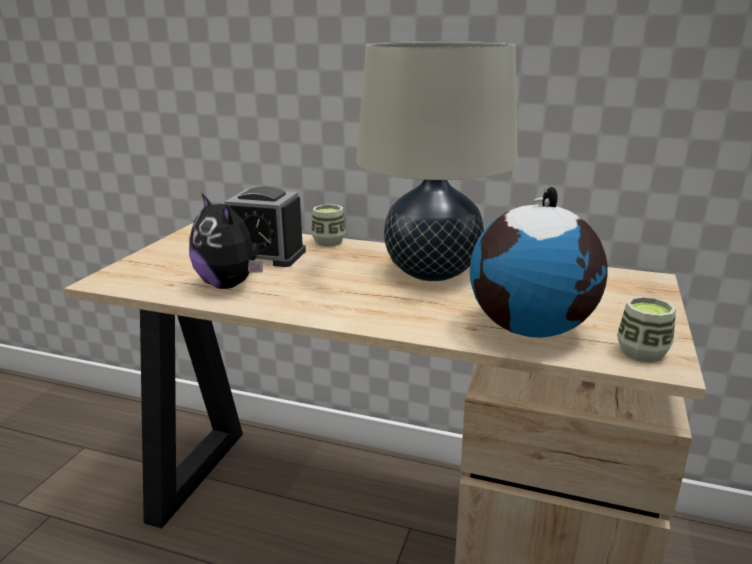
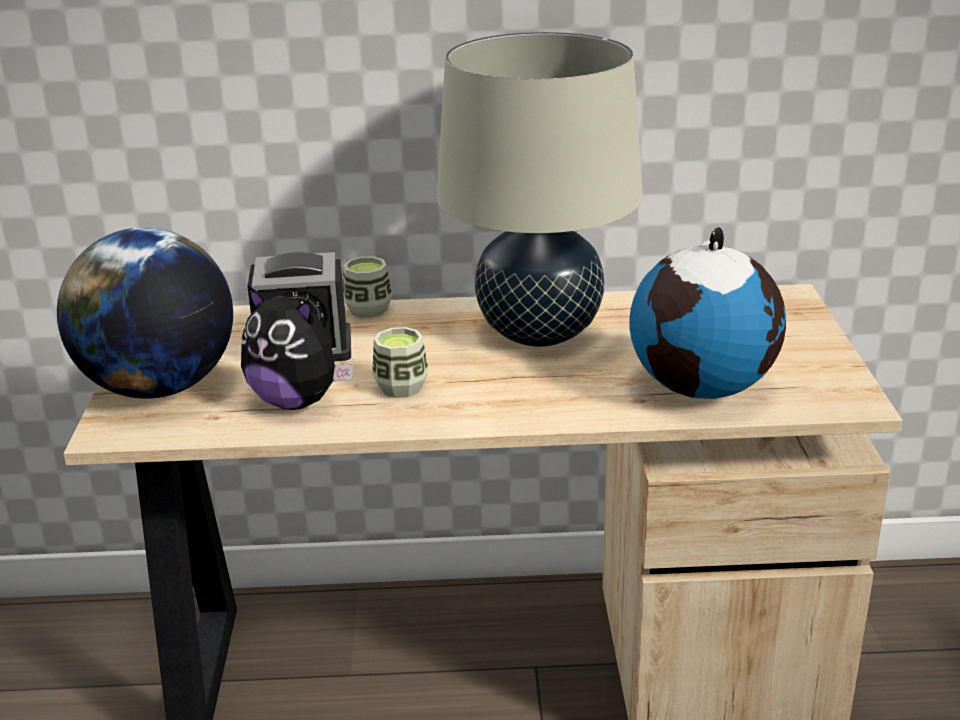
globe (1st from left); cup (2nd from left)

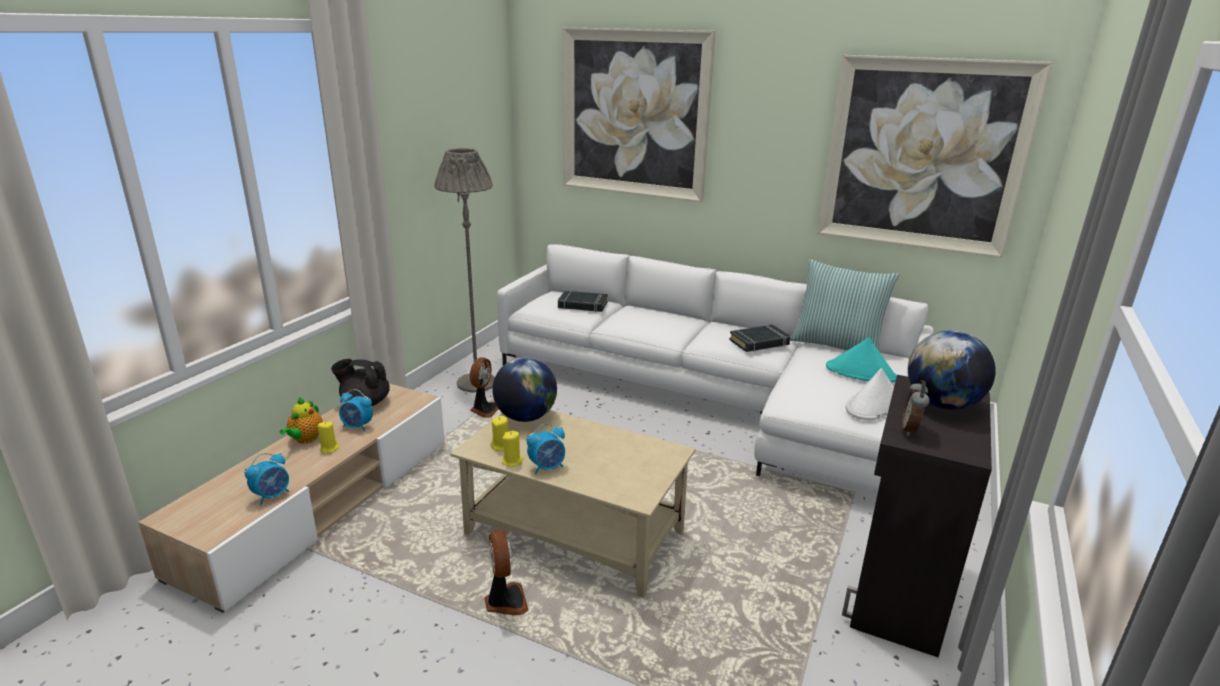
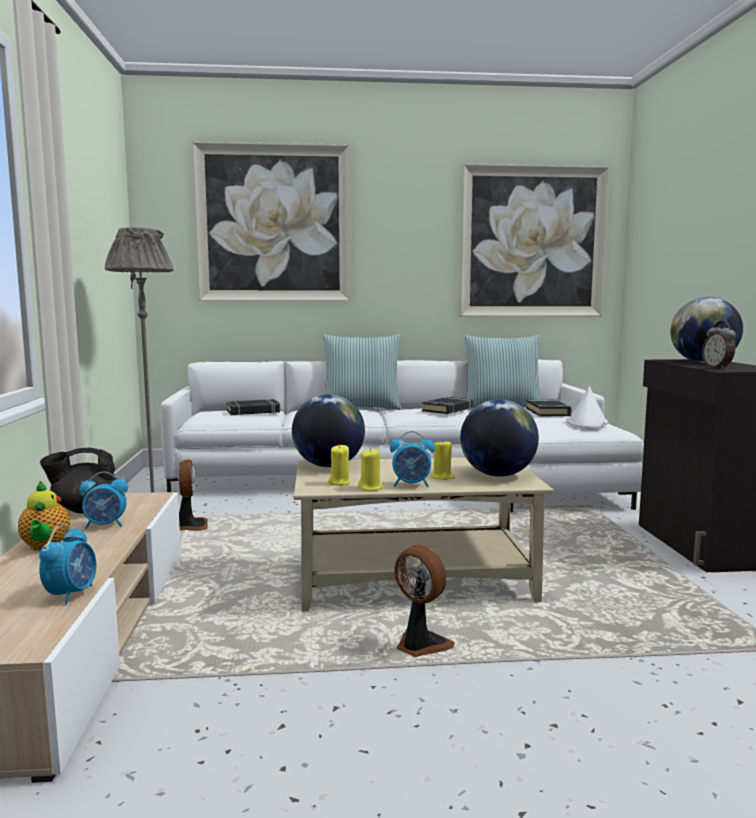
pillow (1st from left); alarm clock (3rd from left); yellow candle (3rd from left); globe (2nd from left); black book (3rd from left)

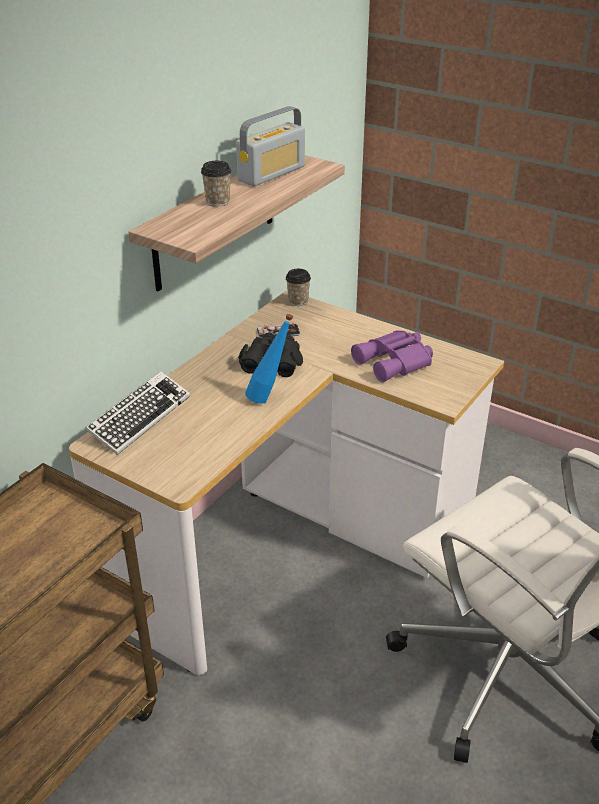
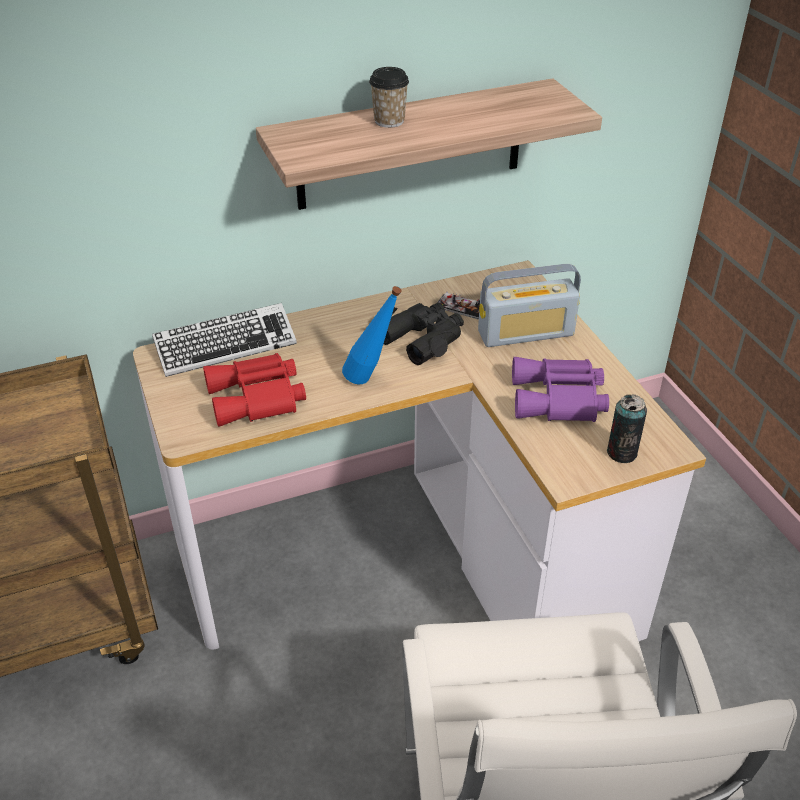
red binoculars; radio; can; cup (2nd from left in the first image)

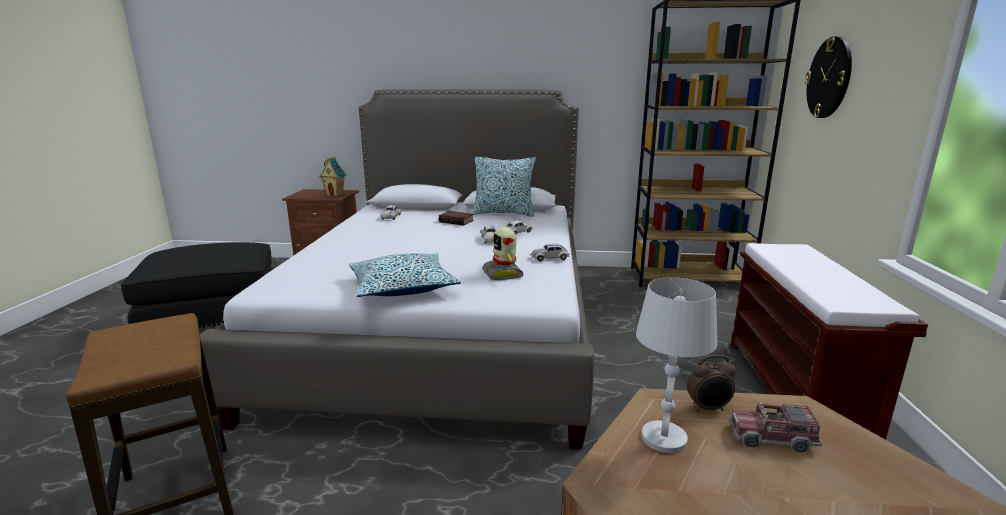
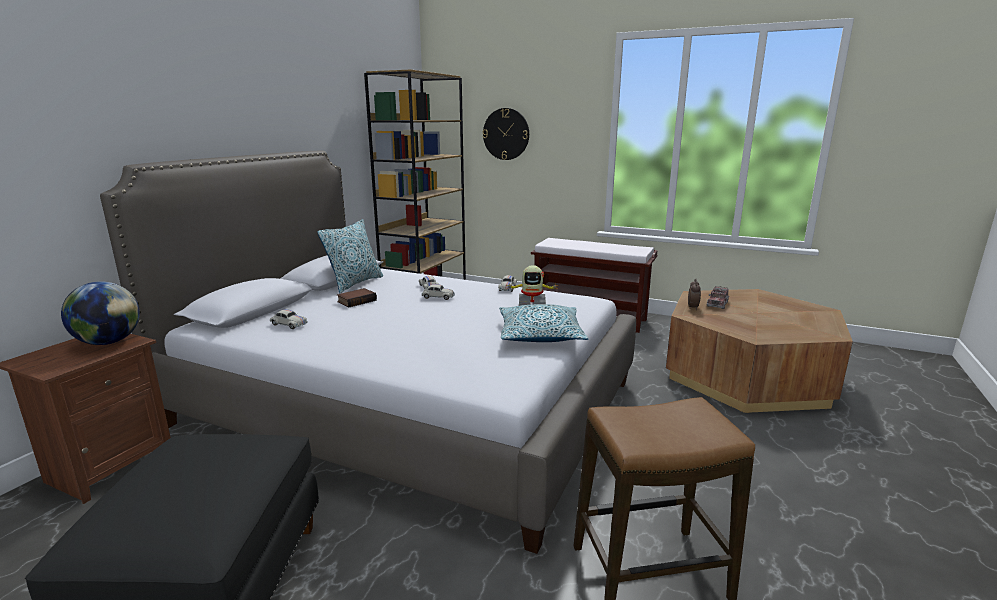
globe; white table lamp

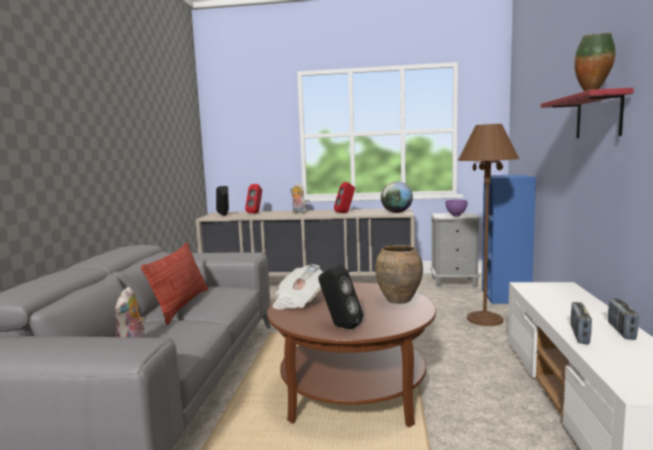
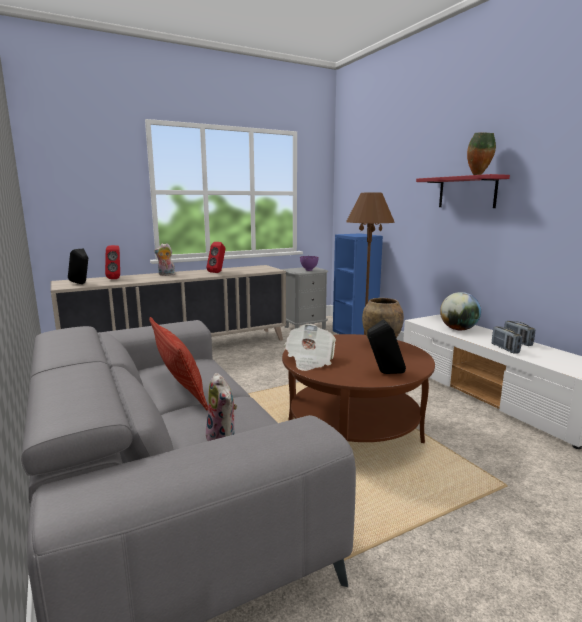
globe

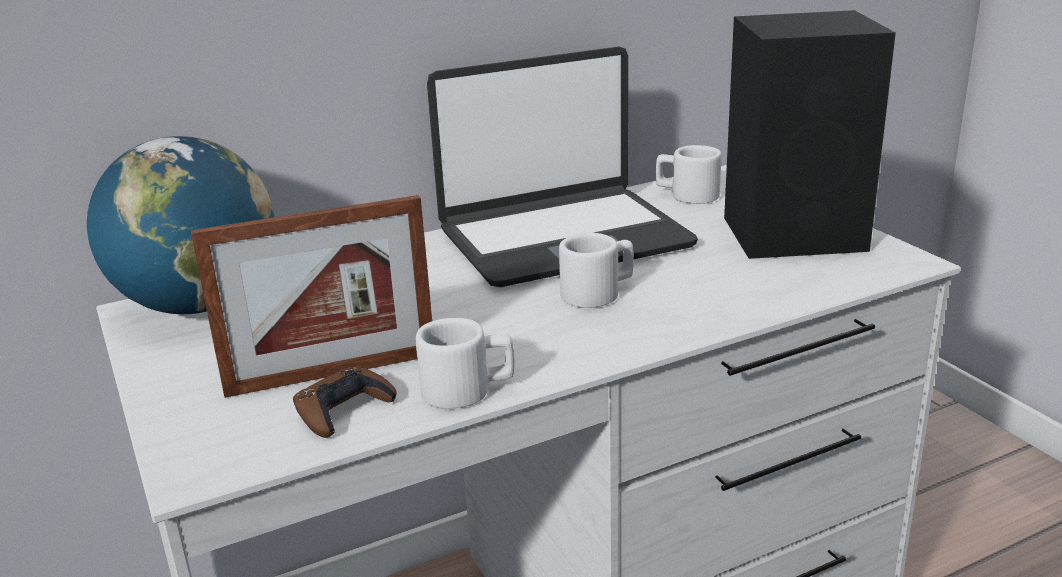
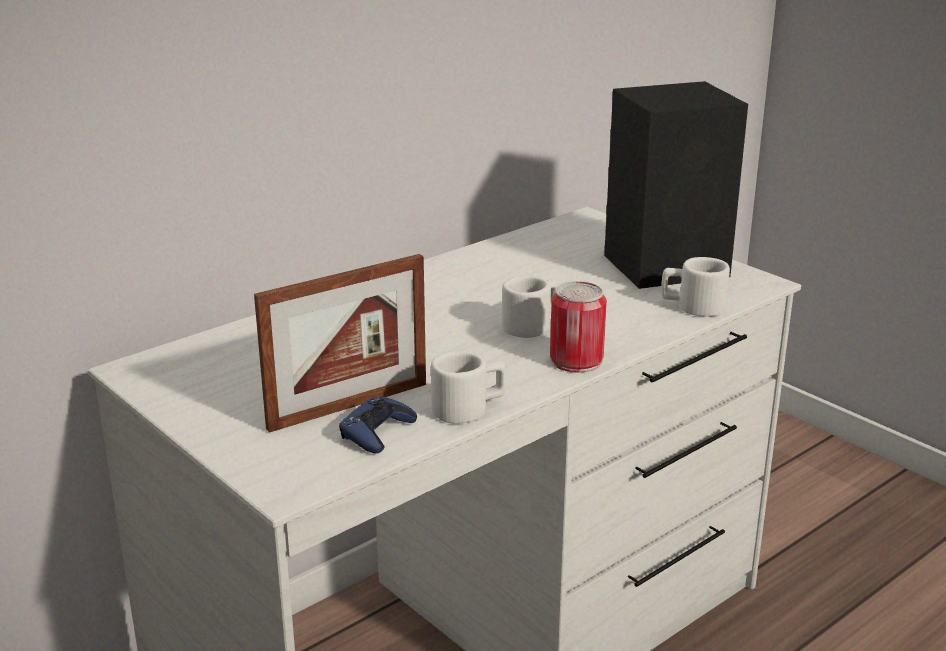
blue game controller; can; white mug (3rd from left); globe; laptop

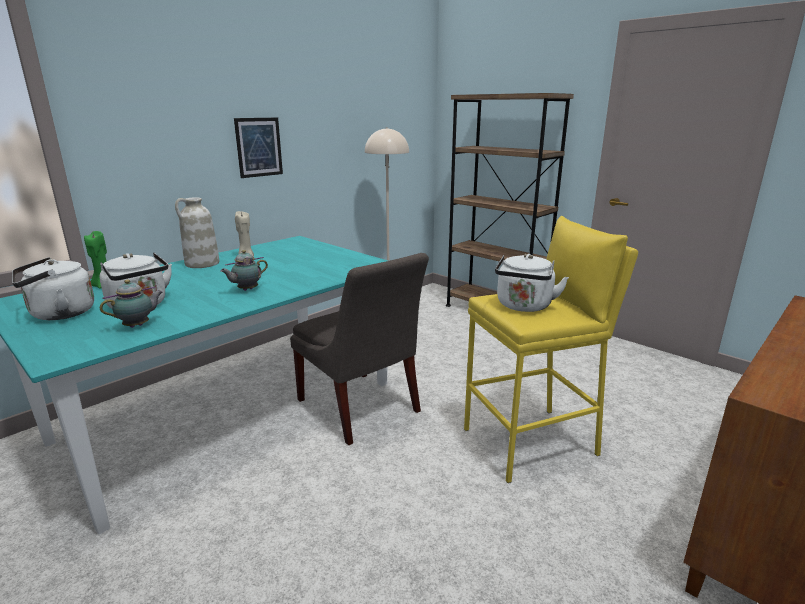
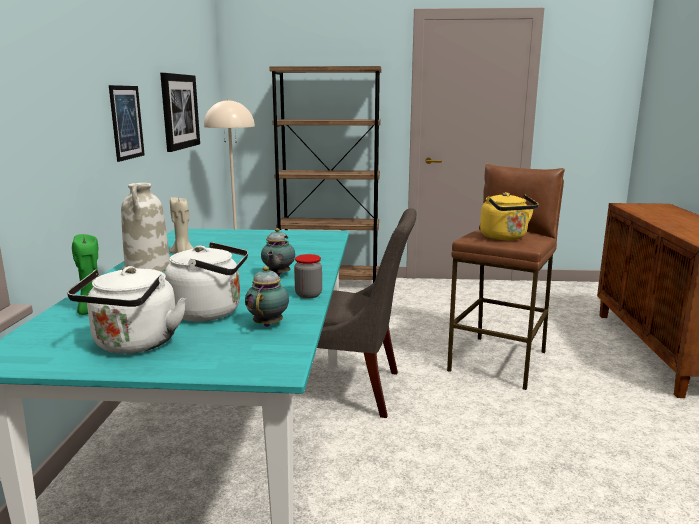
picture (2nd from left); jar; brown stool; yellow kettle

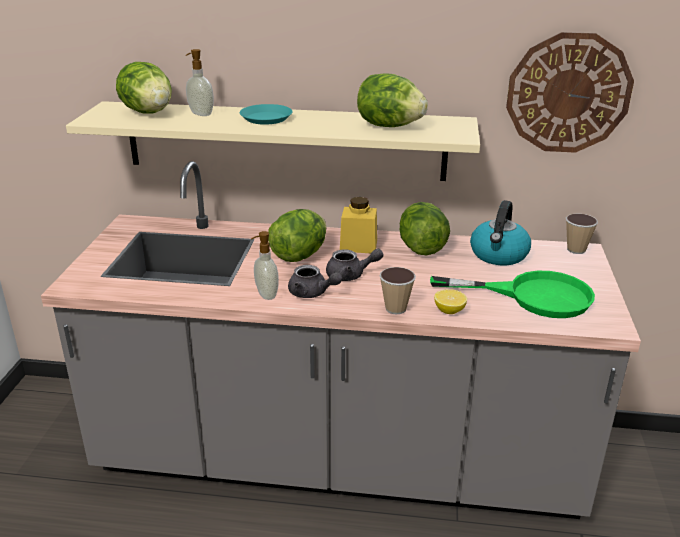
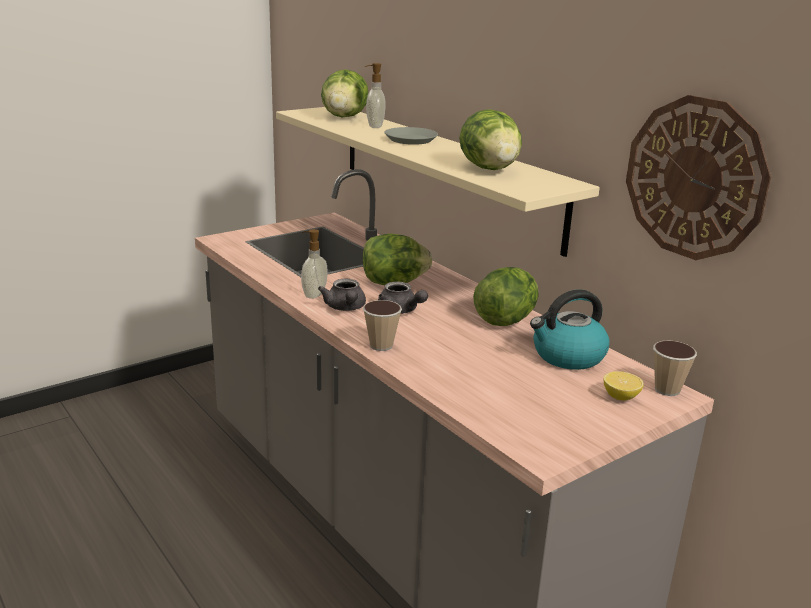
grey plate; lemon; yellow jar; green frying pan

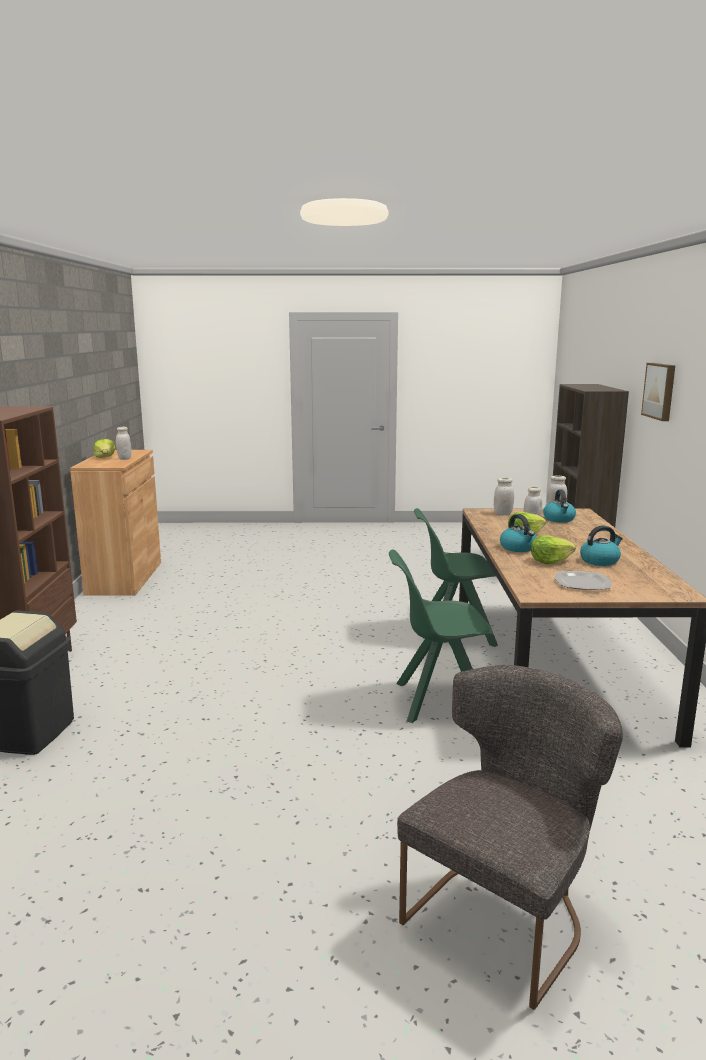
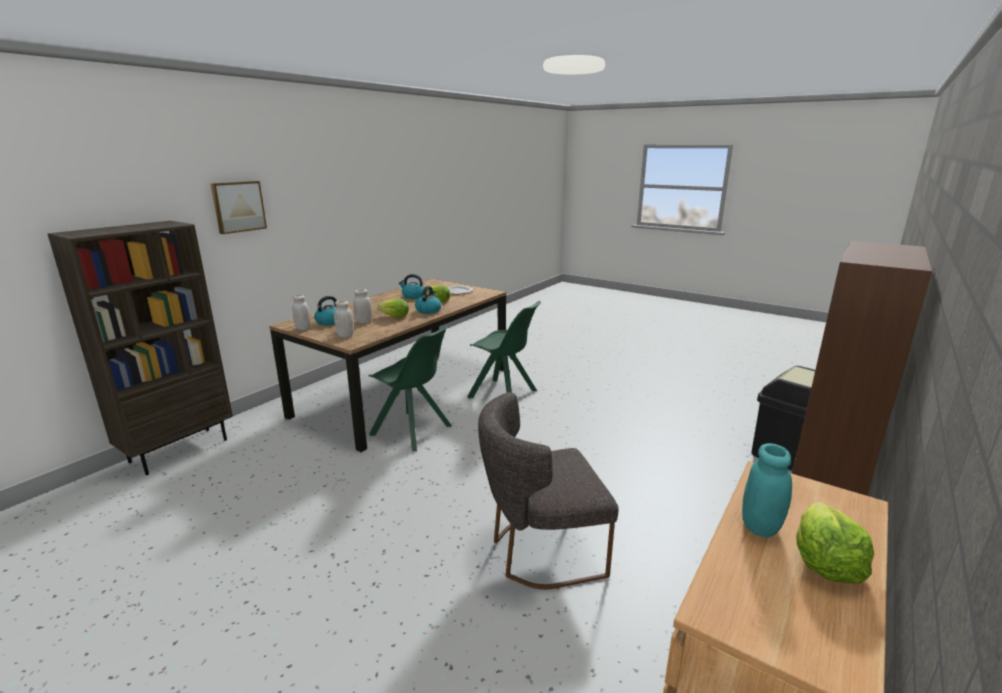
grey chair; turquoise jar

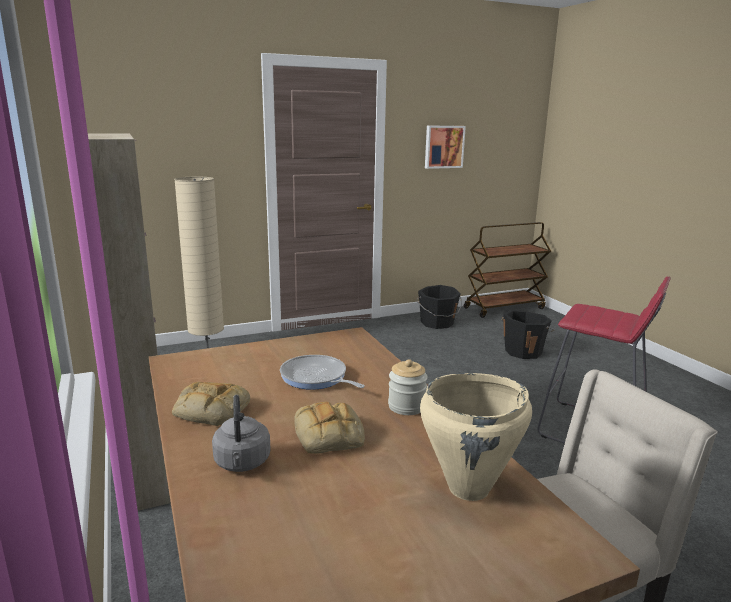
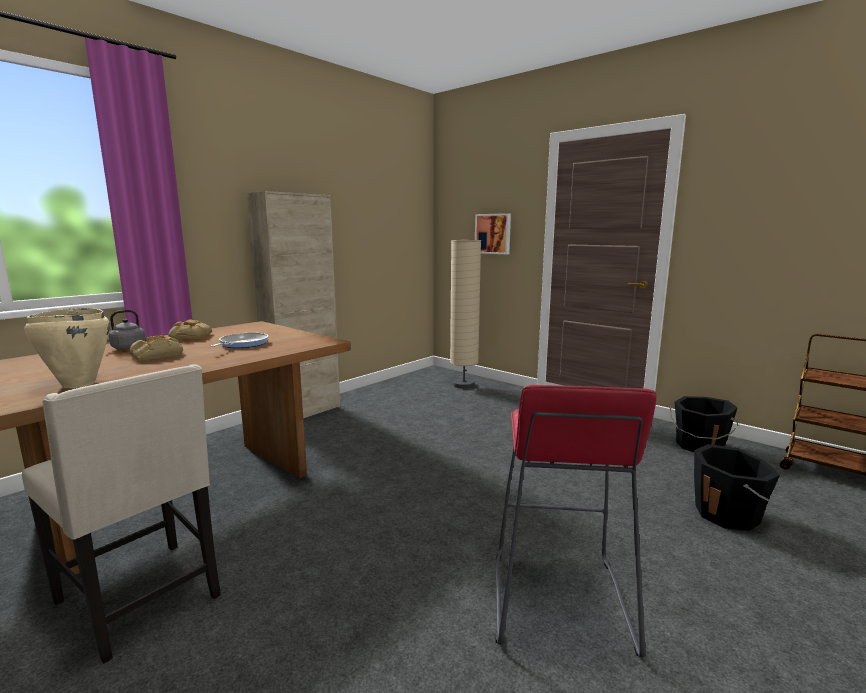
picture; jar

